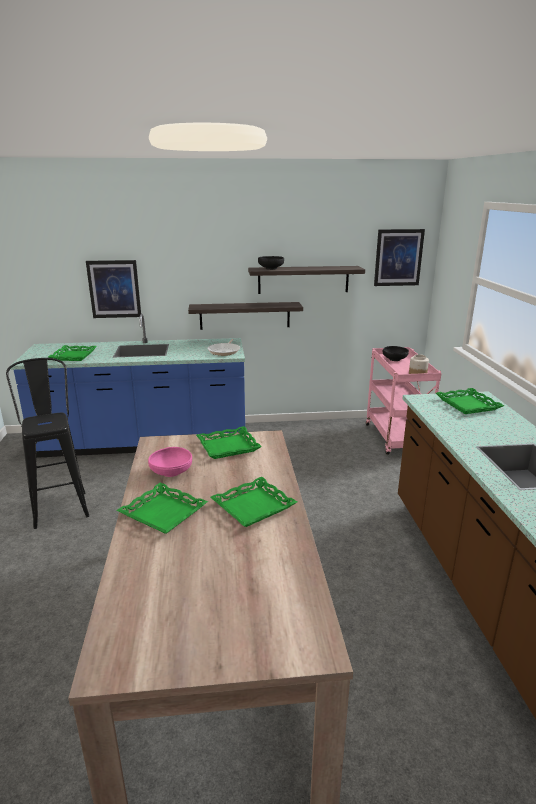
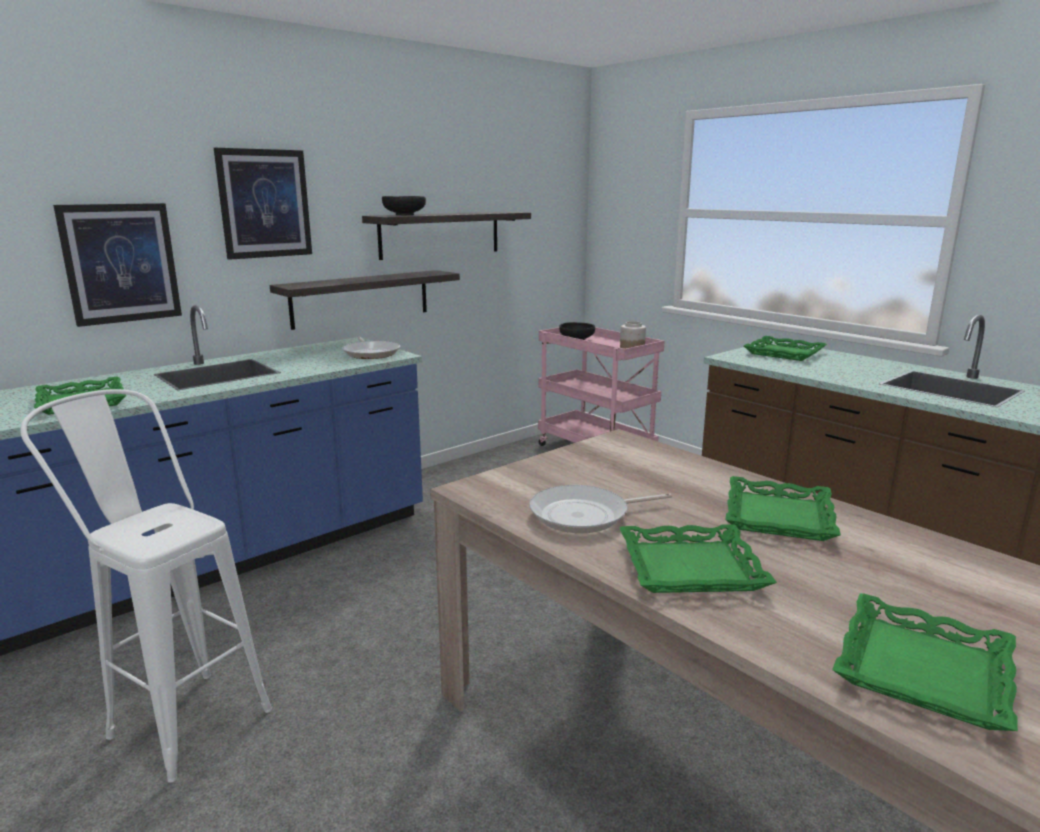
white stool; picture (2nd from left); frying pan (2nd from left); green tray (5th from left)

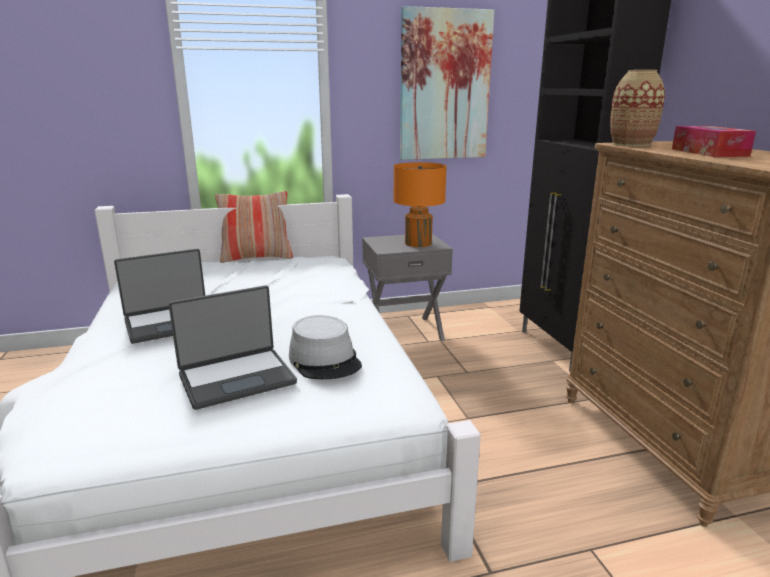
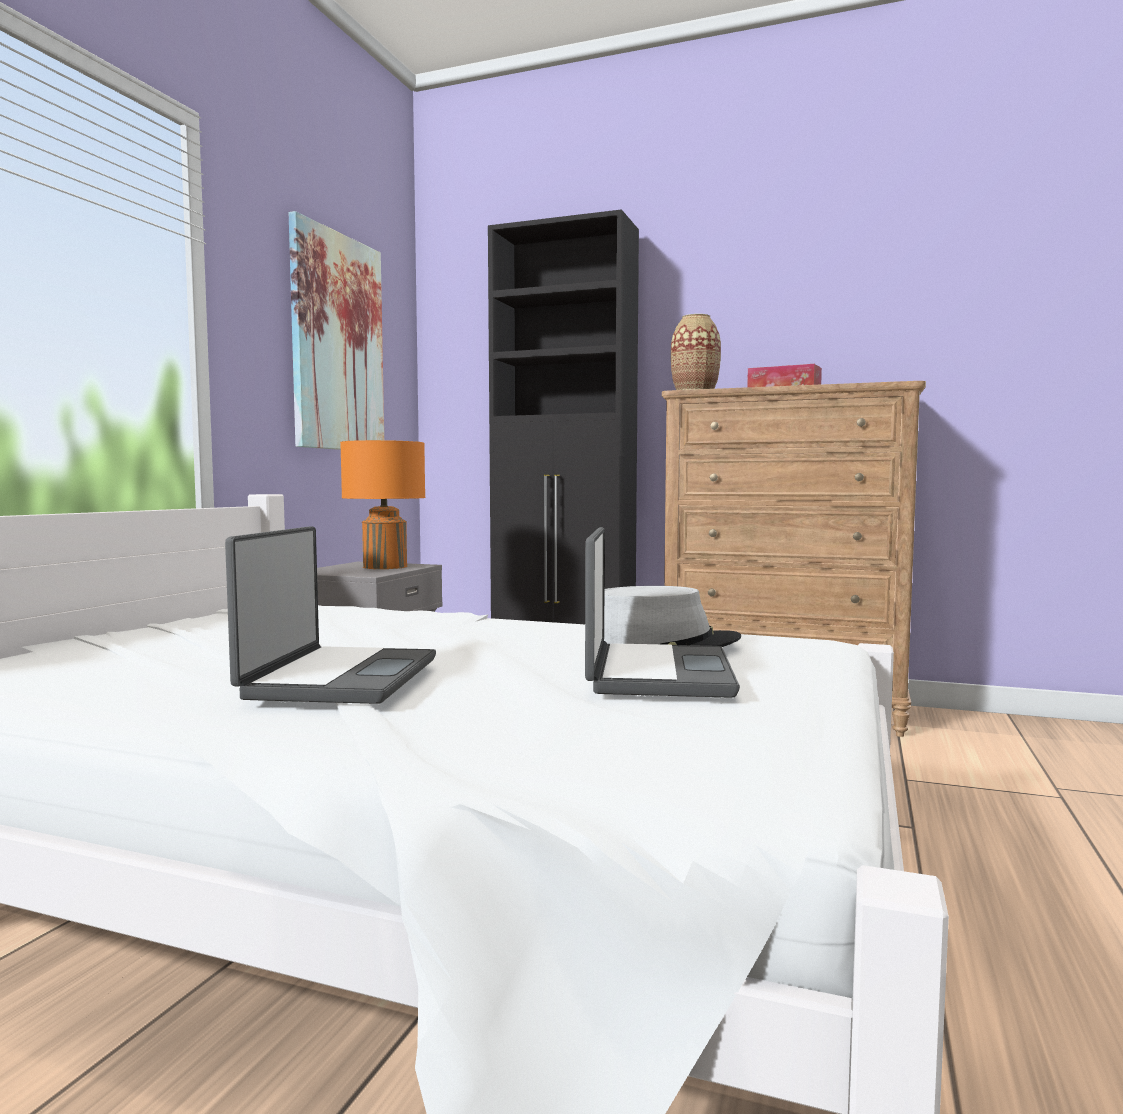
pillow

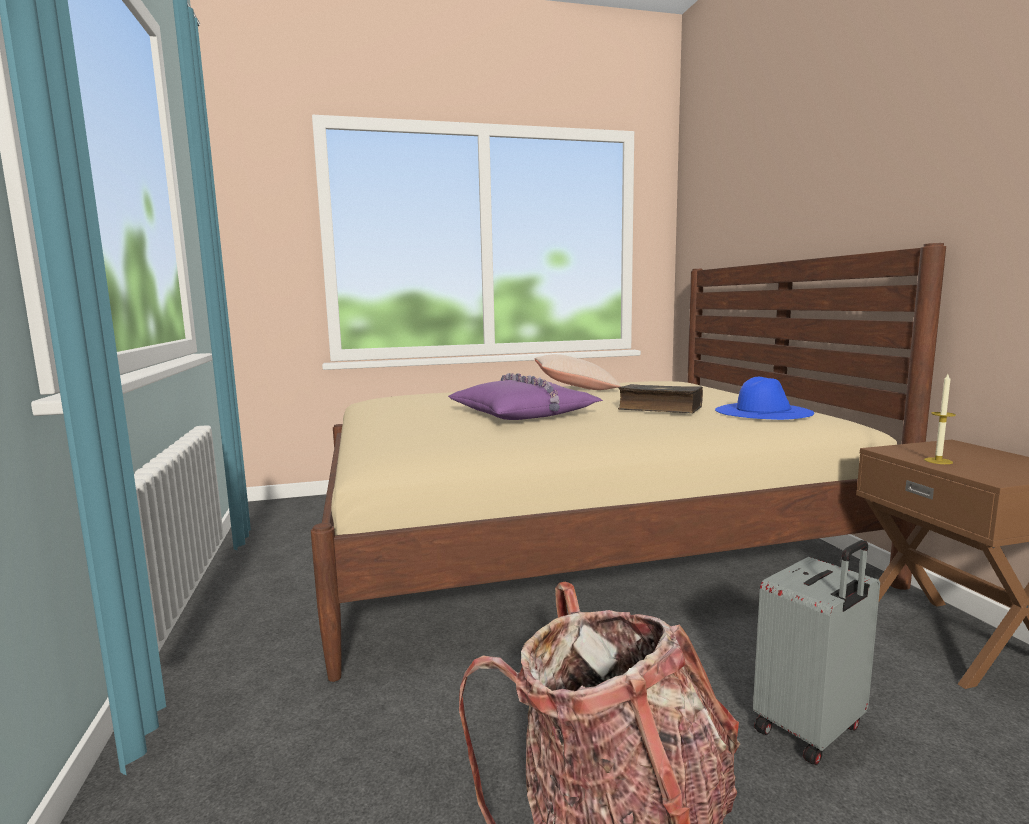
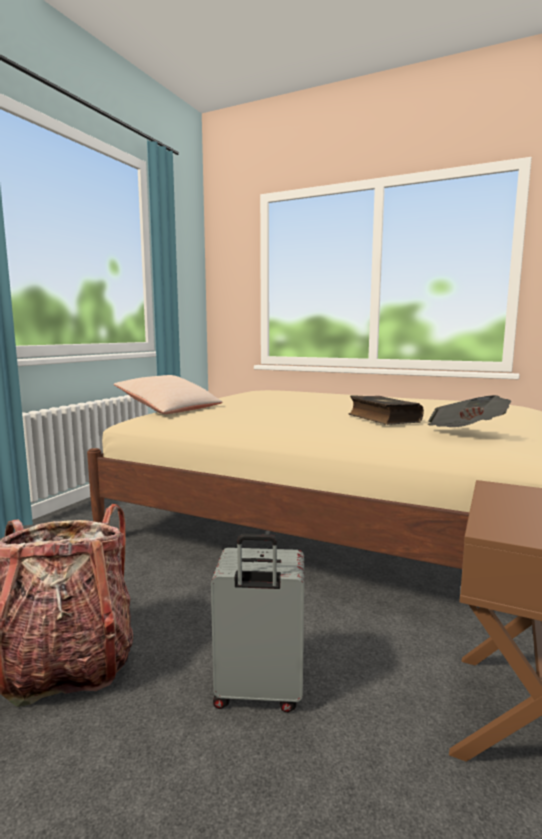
beige pillow; newspaper; purple pillow; candle

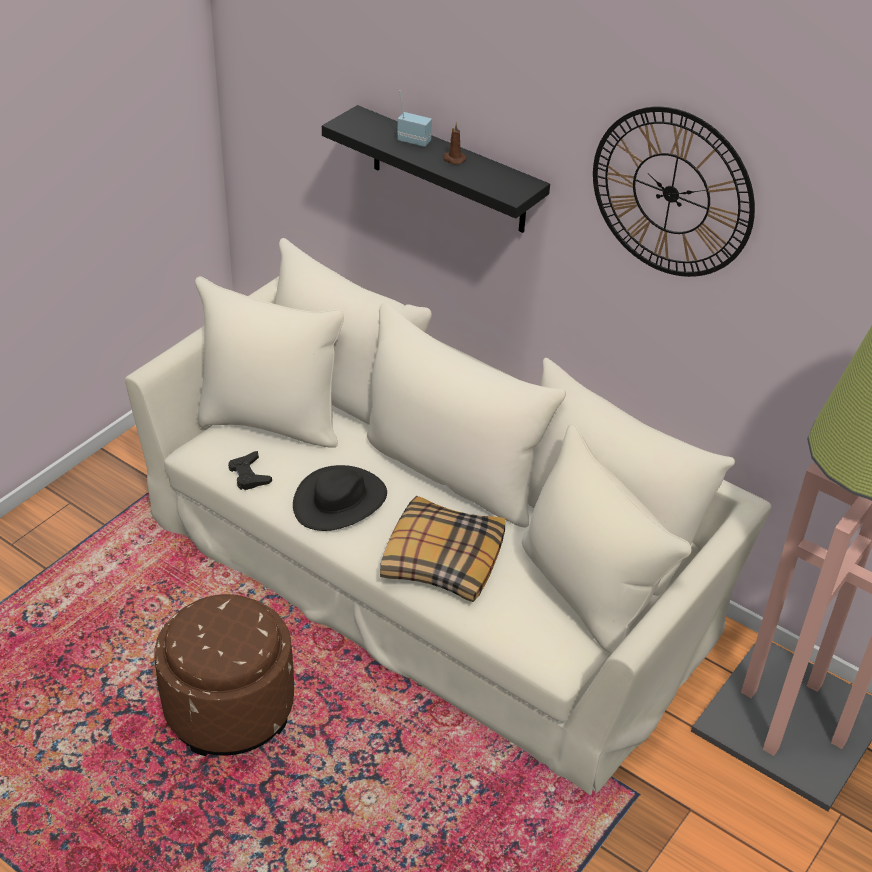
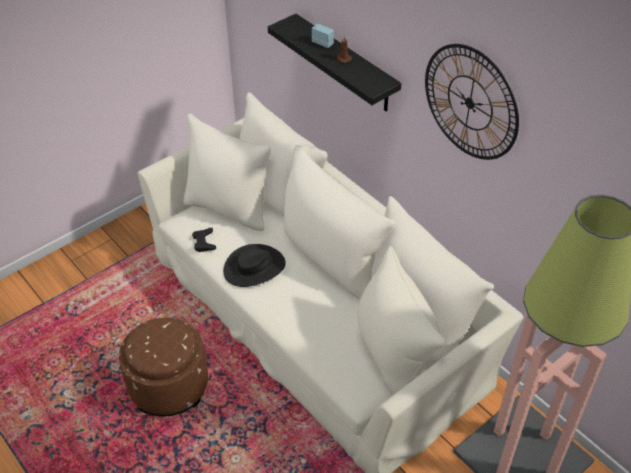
pillow

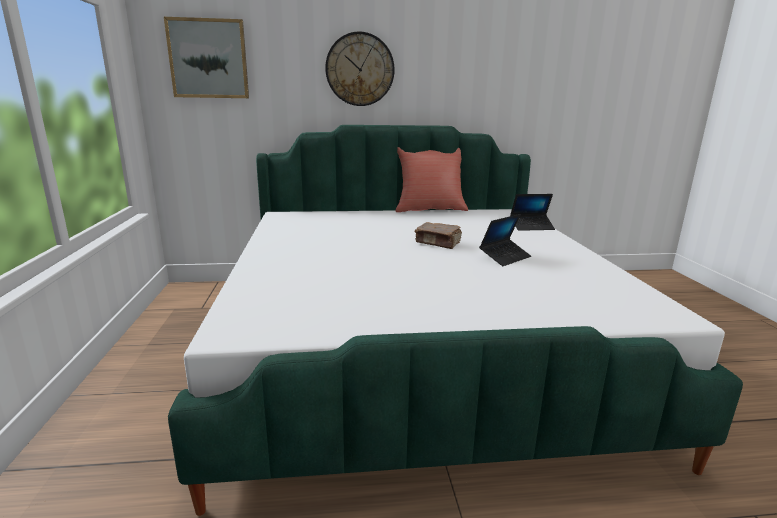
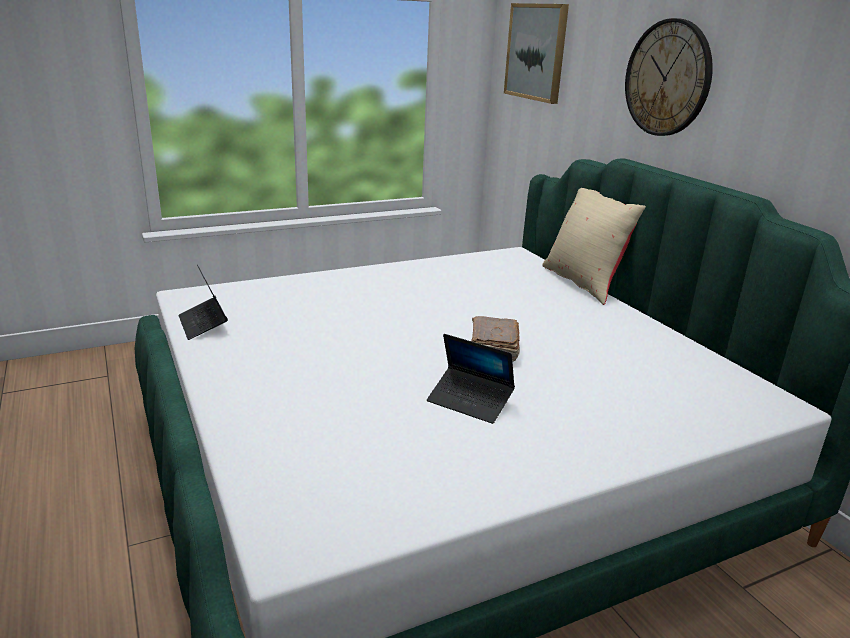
laptop (1st from left); beige pillow; red pillow

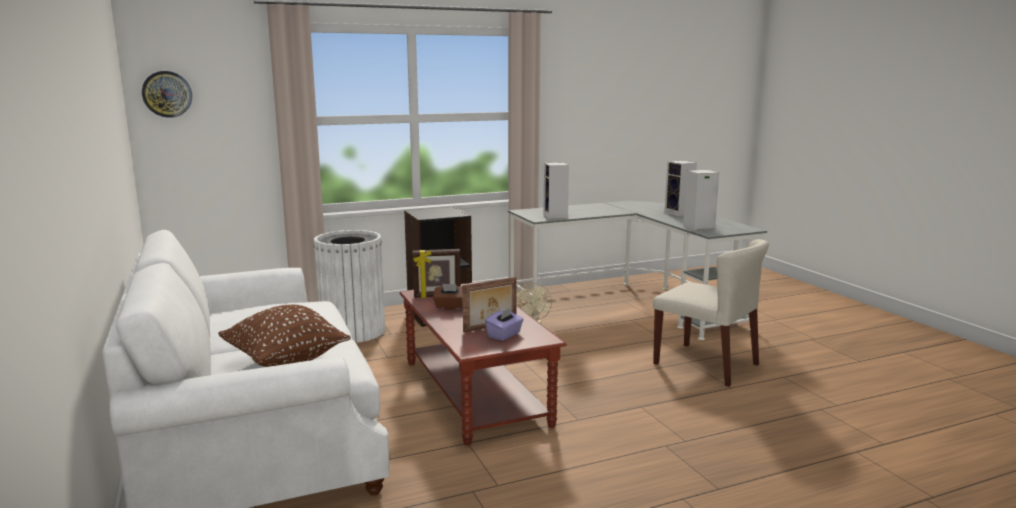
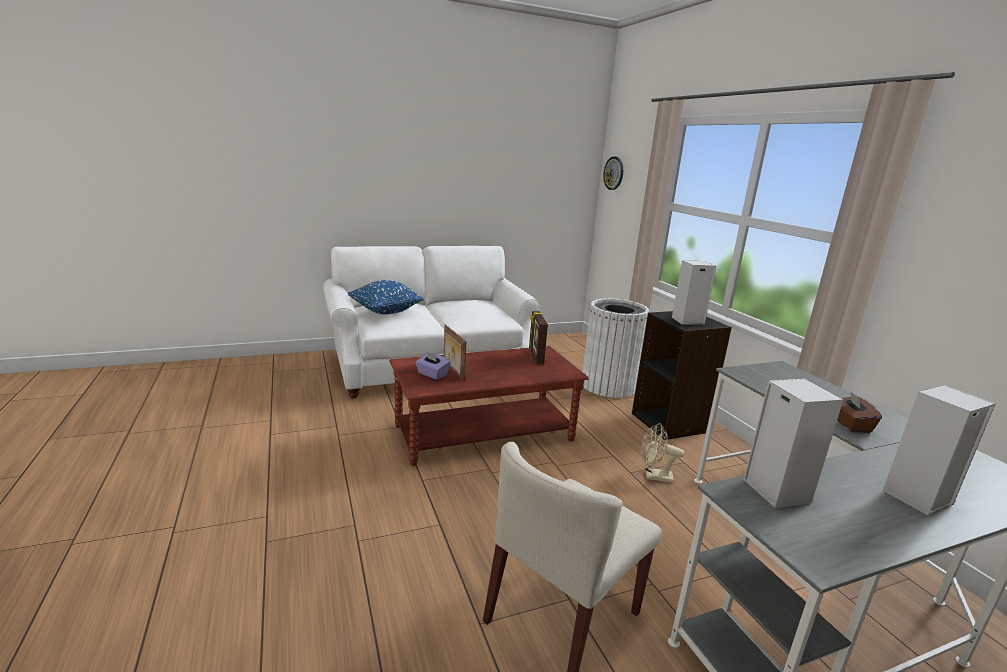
blue pillow; speaker (1st from left); brown tissue box

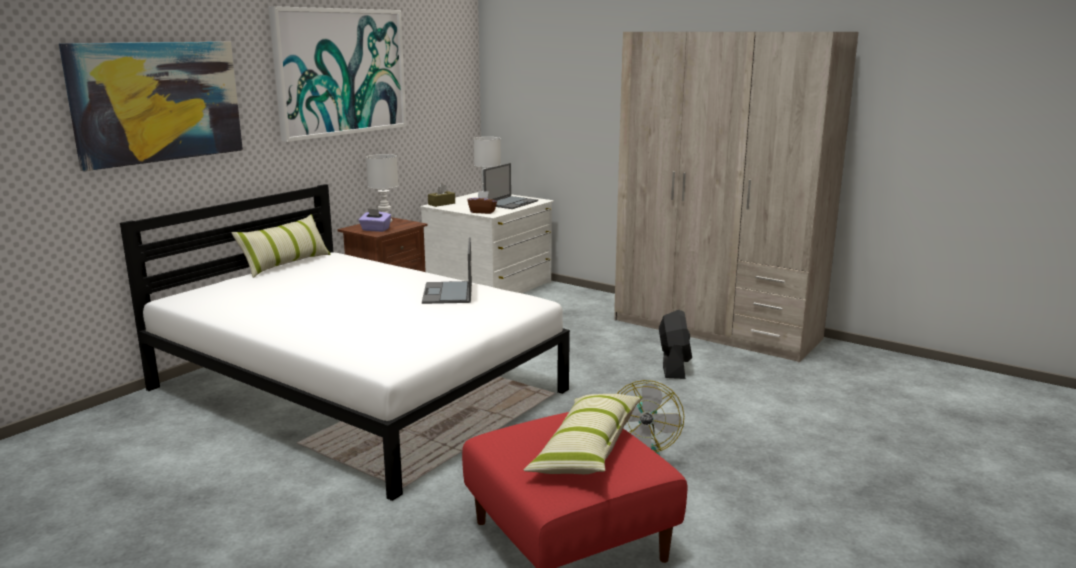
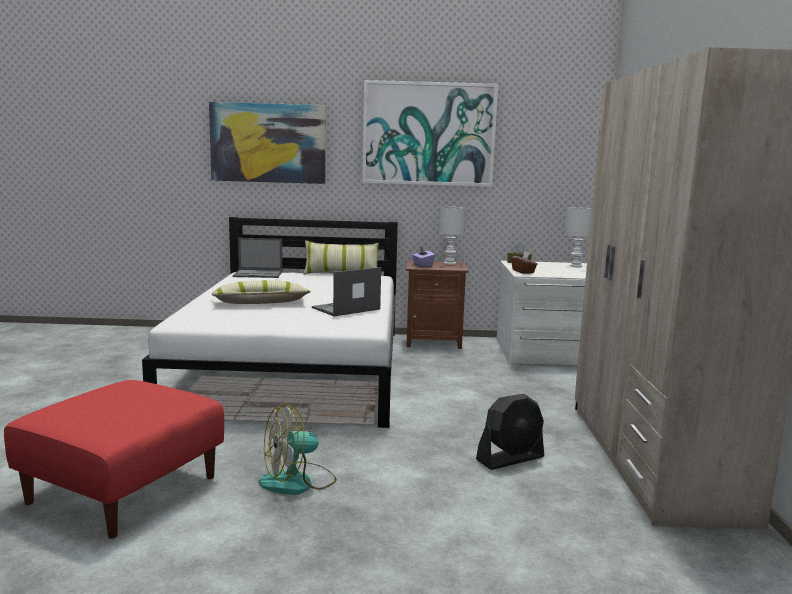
pillow (1st from left); laptop (1st from left)

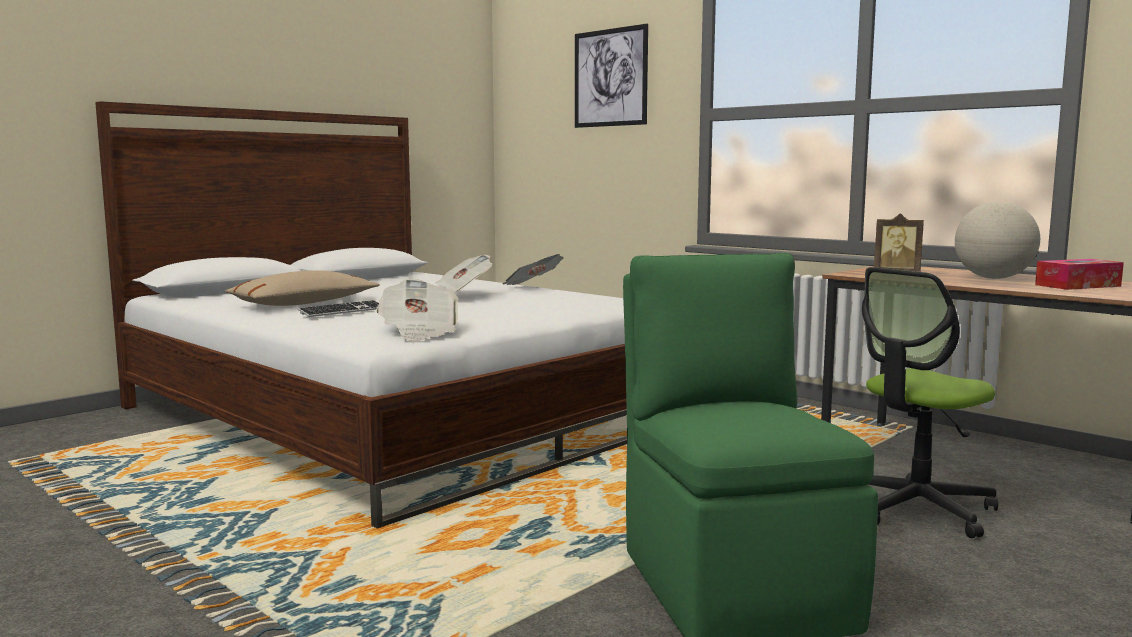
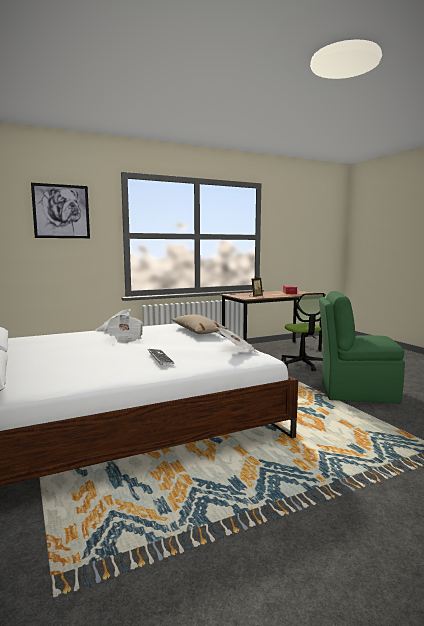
beige pillow; globe

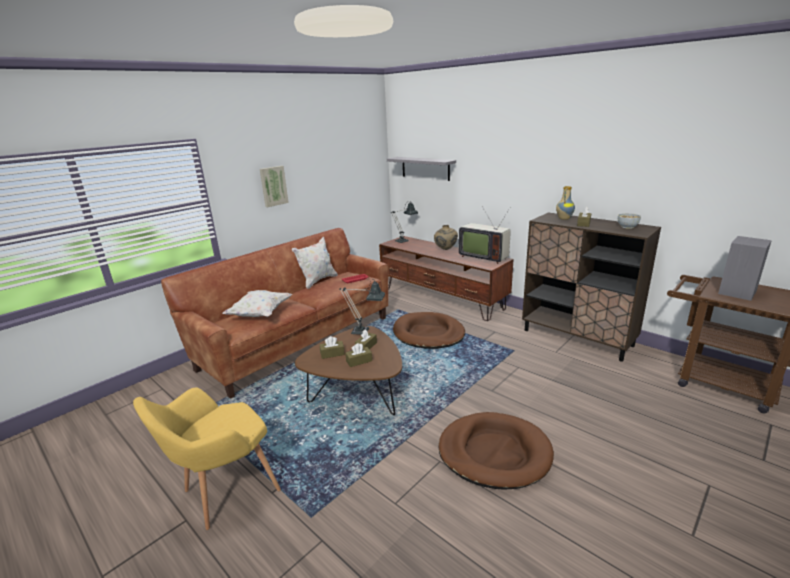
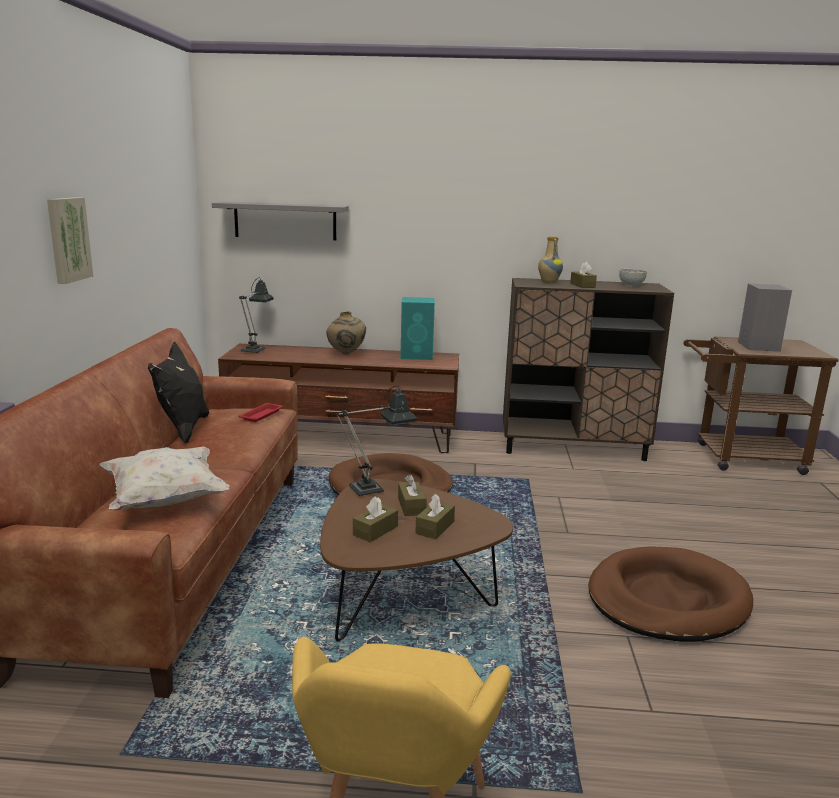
black pillow; turquoise speaker

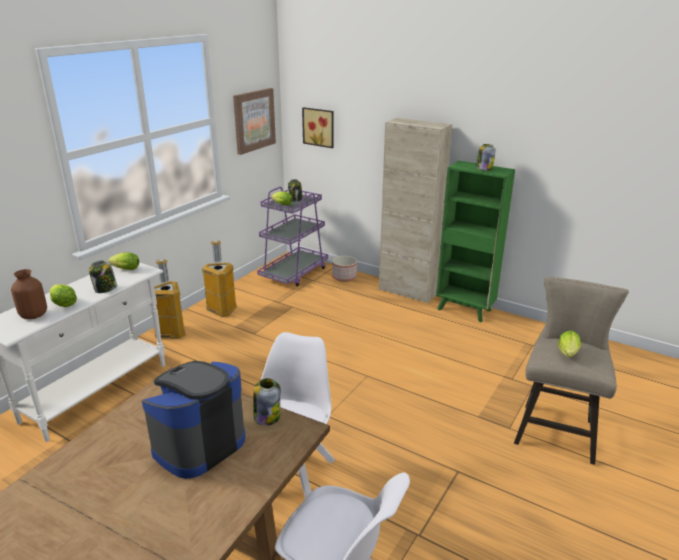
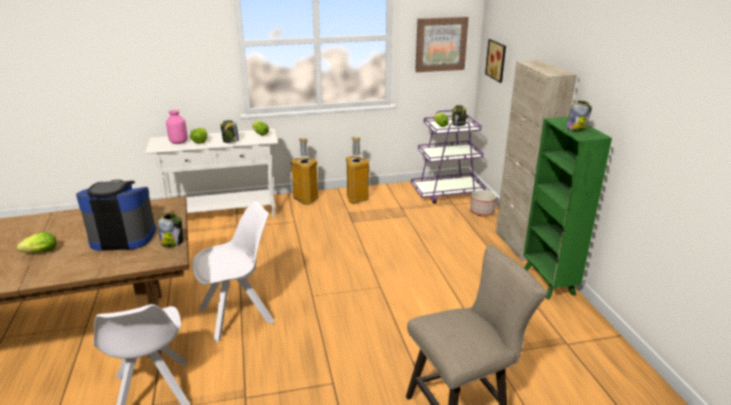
lettuce (1st from left); pink vase

